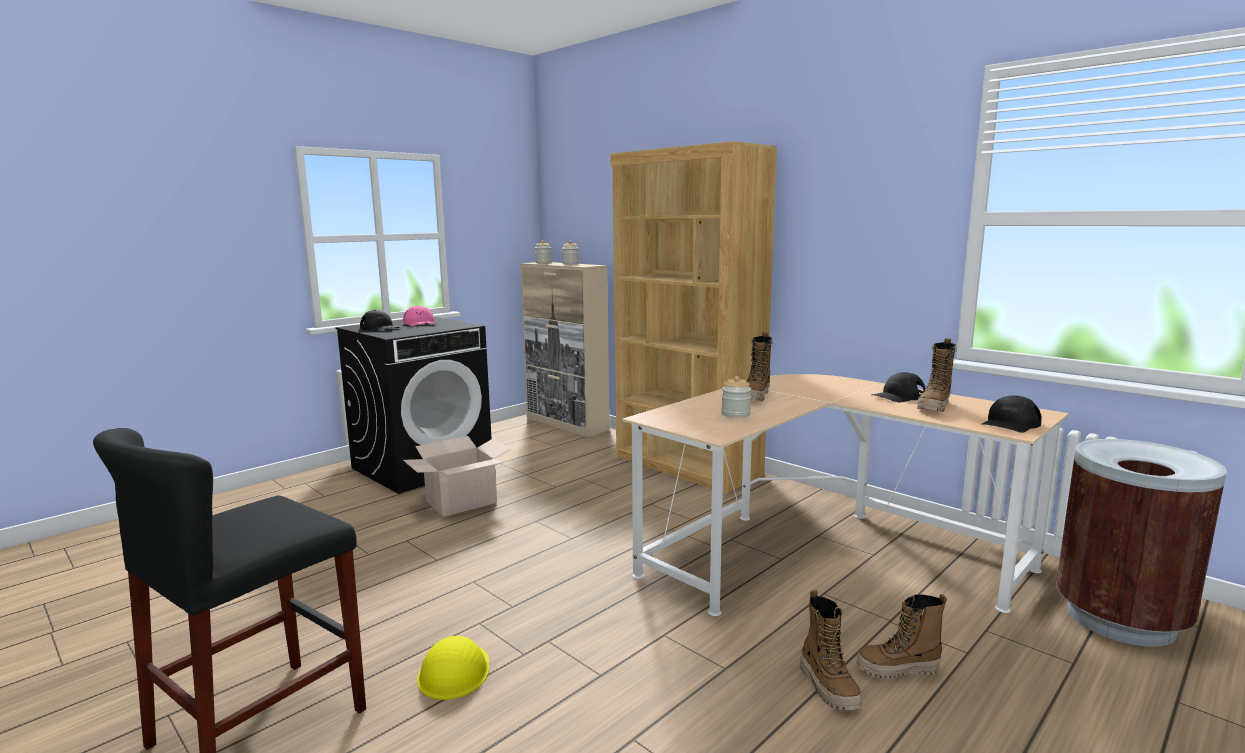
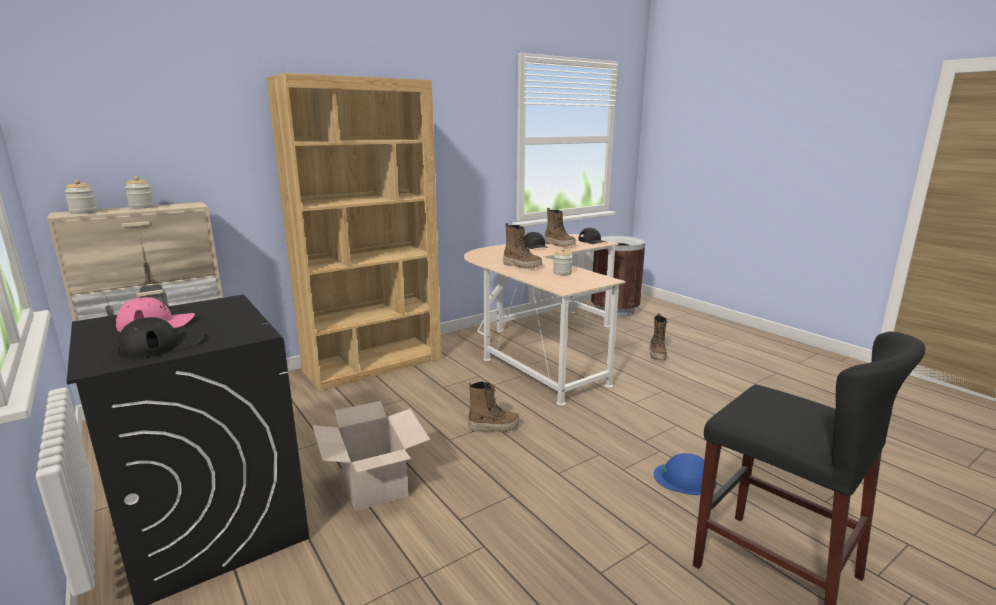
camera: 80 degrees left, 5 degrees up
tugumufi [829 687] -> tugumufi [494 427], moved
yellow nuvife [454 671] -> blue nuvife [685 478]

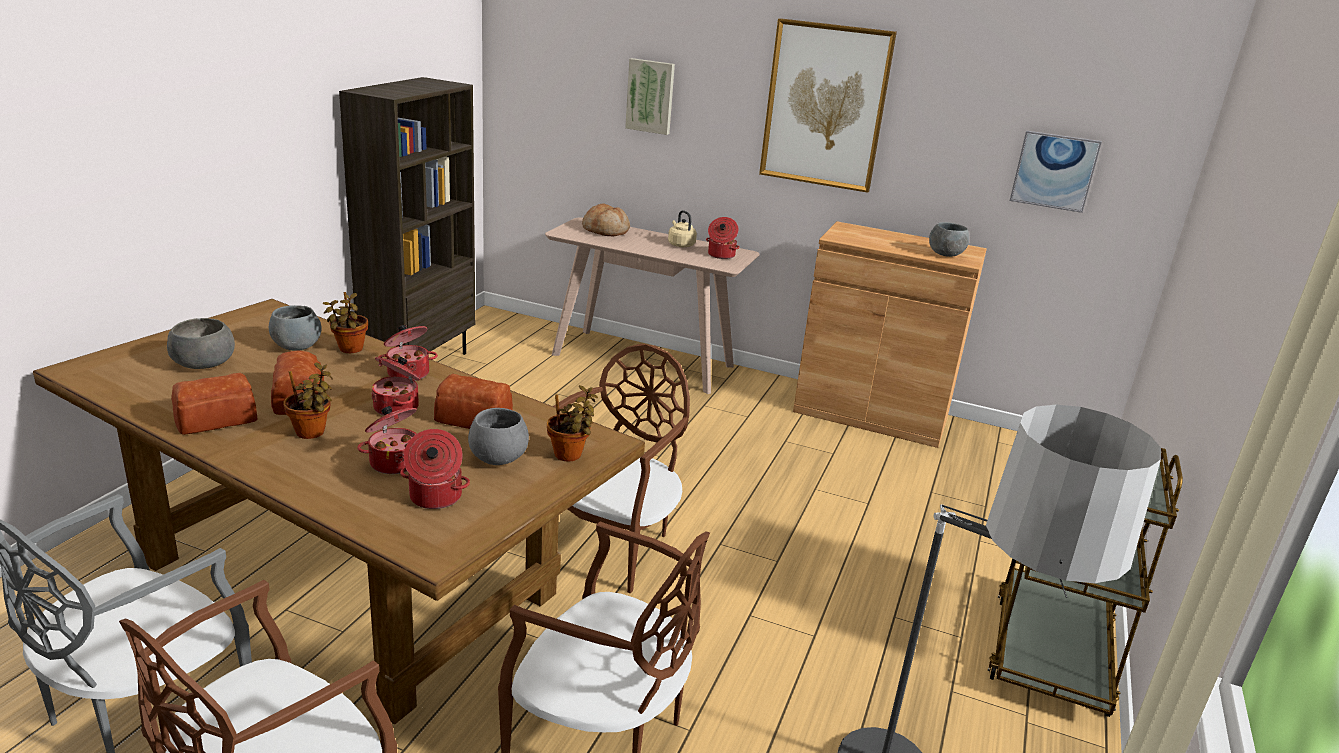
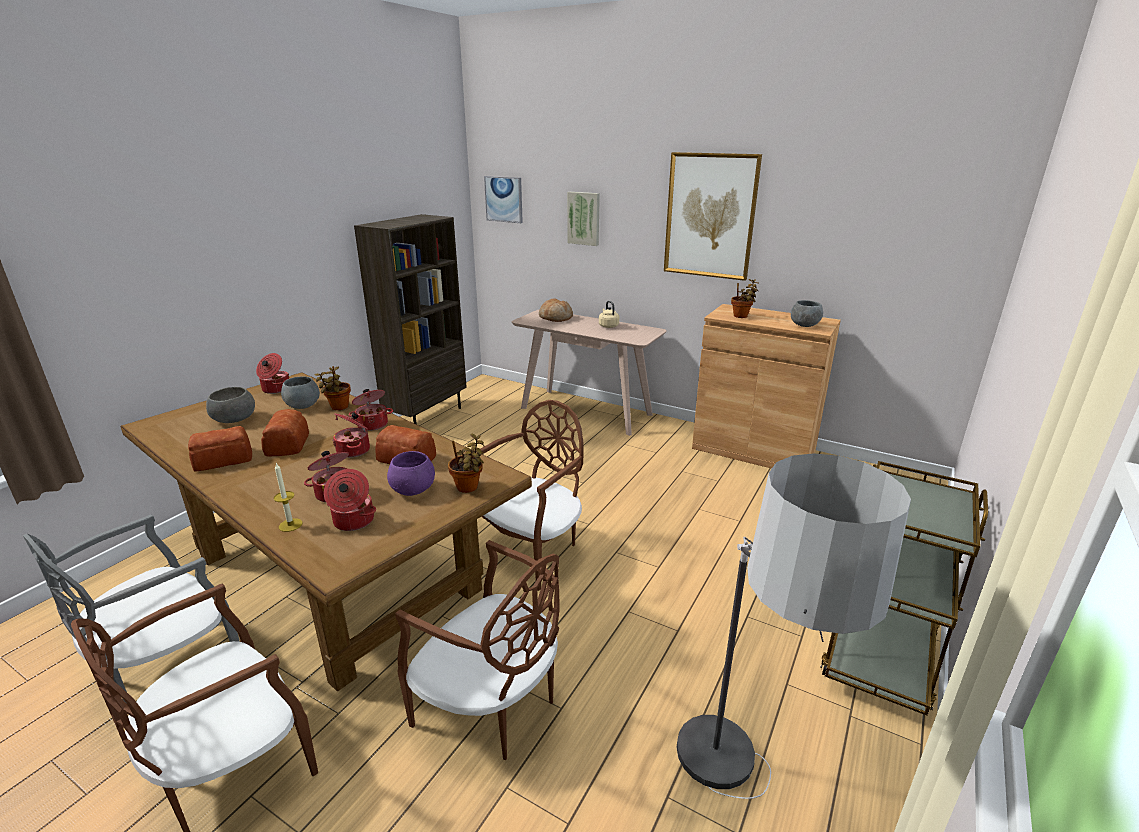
camera: 10 degrees right, 0 degrees up
none -> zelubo [290 525]
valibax [312 433] -> valibax [742 316], moved
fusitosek [720 255] -> fusitosek [275 389], moved
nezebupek [1054 171] -> nezebupek [504 199], moved
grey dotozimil [499 458] -> purple dotozimil [413 490]

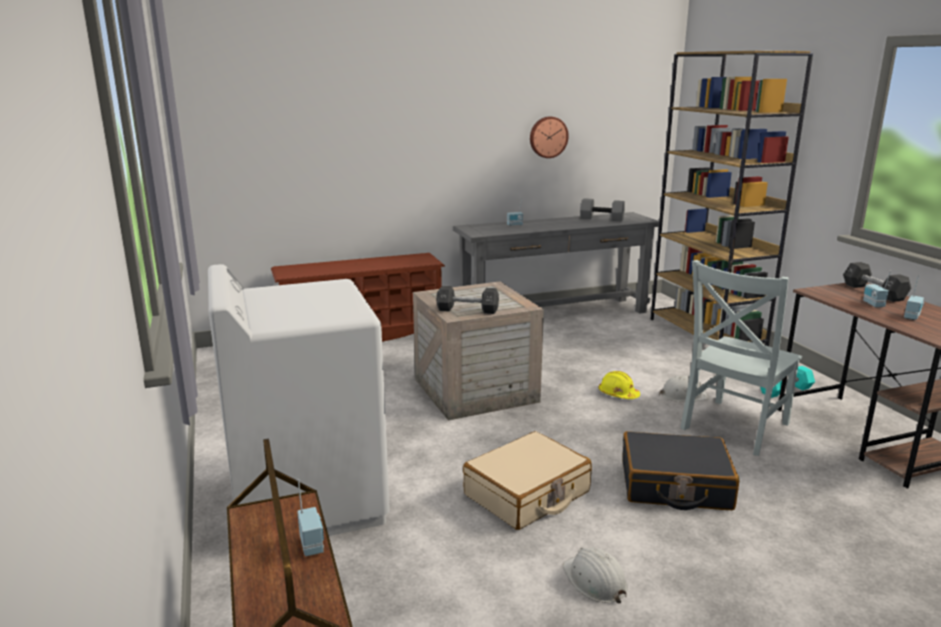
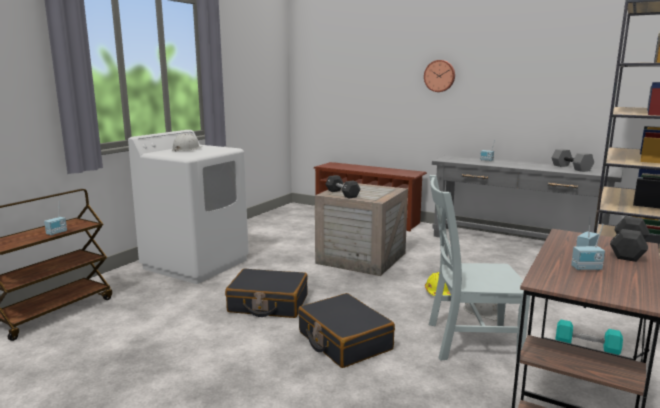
camera: 50 degrees right, 5 degrees down
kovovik [548 137] -> kovovik [439 76], moved
white nuvife [594 580] -> white nuvife [187 149], moved
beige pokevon [527 494] -> black pokevon [268 304]

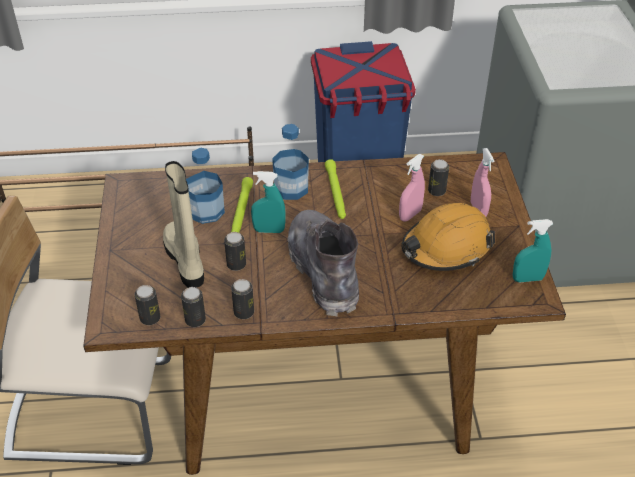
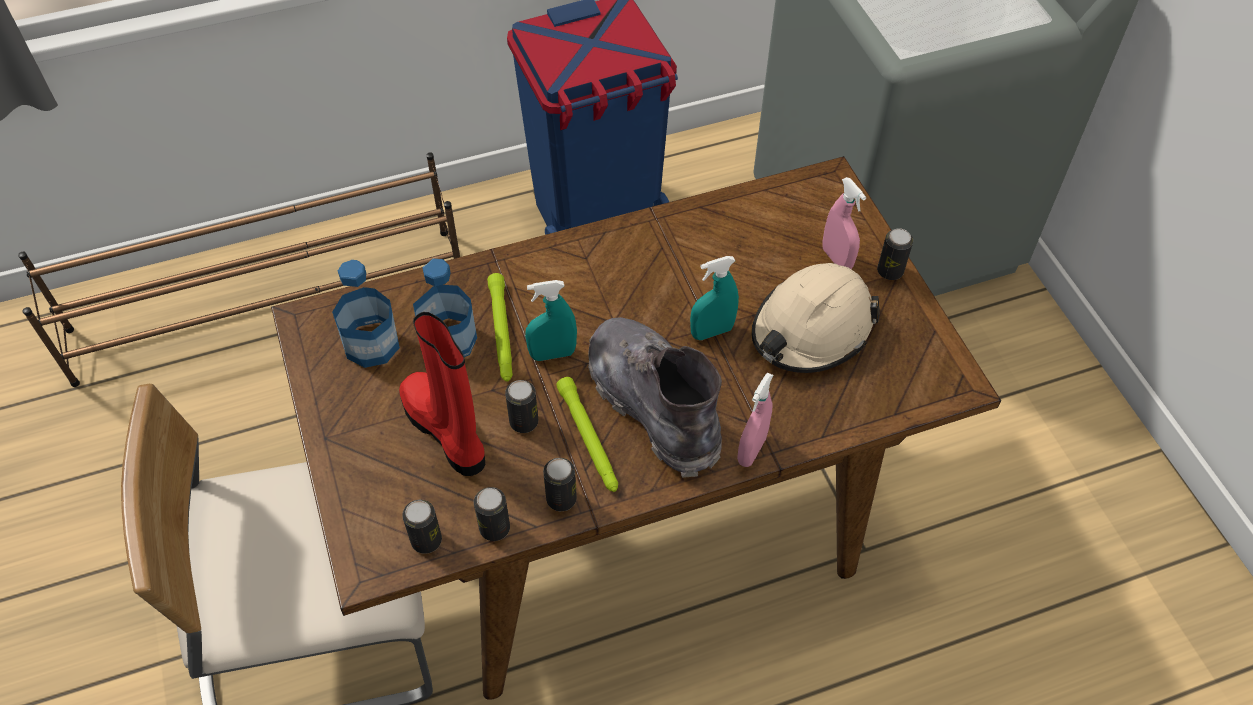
camera: 15 degrees left, 10 degrees up
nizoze [291 188] -> nizoze [372 344], moved
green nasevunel [336 193] -> green nasevunel [589 439], moved
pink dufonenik [410 215] -> pink dufonenik [751 450], moved
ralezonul [436 191] -> ralezonul [890 271], moved
turquoise dufonenik [527 279] -> turquoise dufonenik [712 332], moved
beige tugumufi [186 260] -> red tugumufi [447 431]
orange nuvife [446 247] -> beige nuvife [811 329]

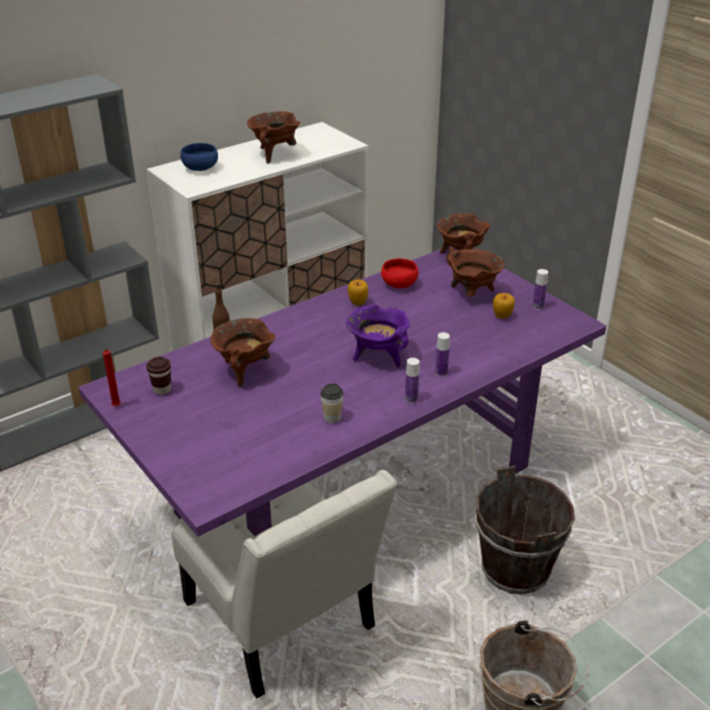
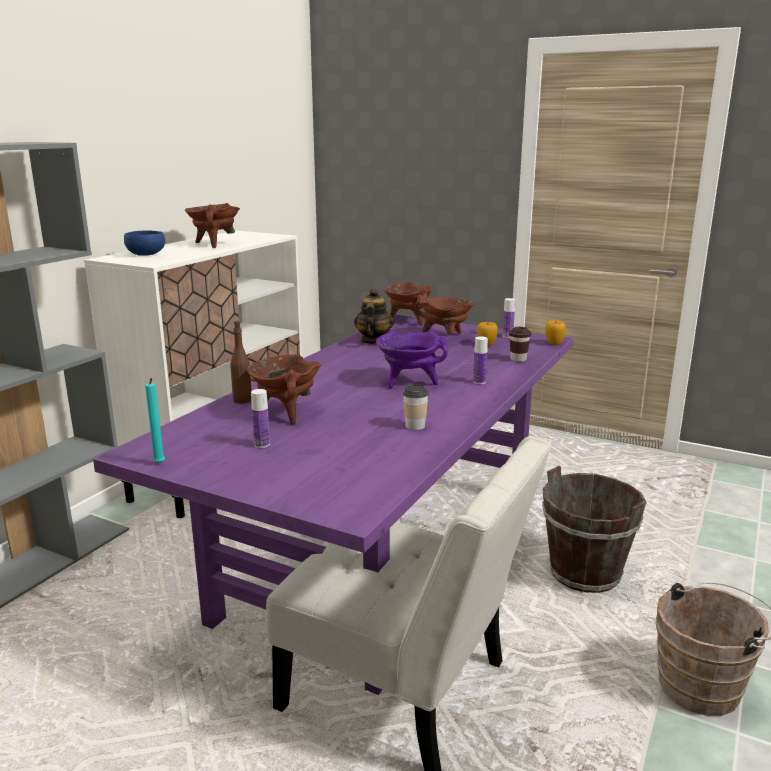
camera: 25 degrees left, 15 degrees down
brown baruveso [162 390] -> brown baruveso [518 359], moved
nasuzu [357 302] -> nasuzu [554 343], moved
nizoze [411 399] -> nizoze [262 444], moved
red dotozimil [398 284] -> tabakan [373 341]
red zelubo [116 407] -> turquoise zelubo [159 464]

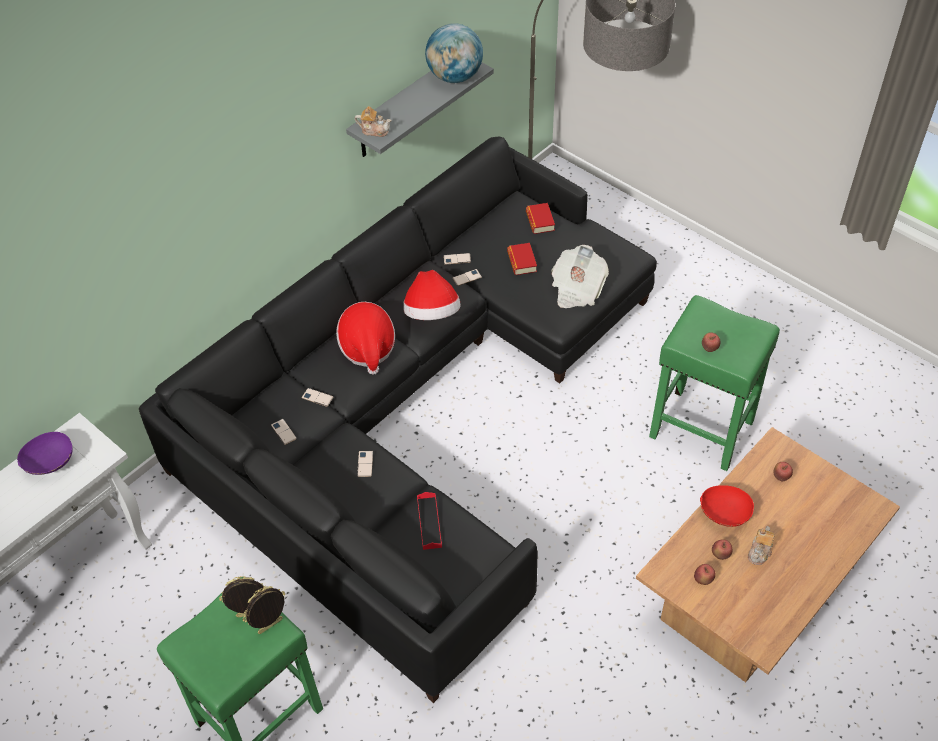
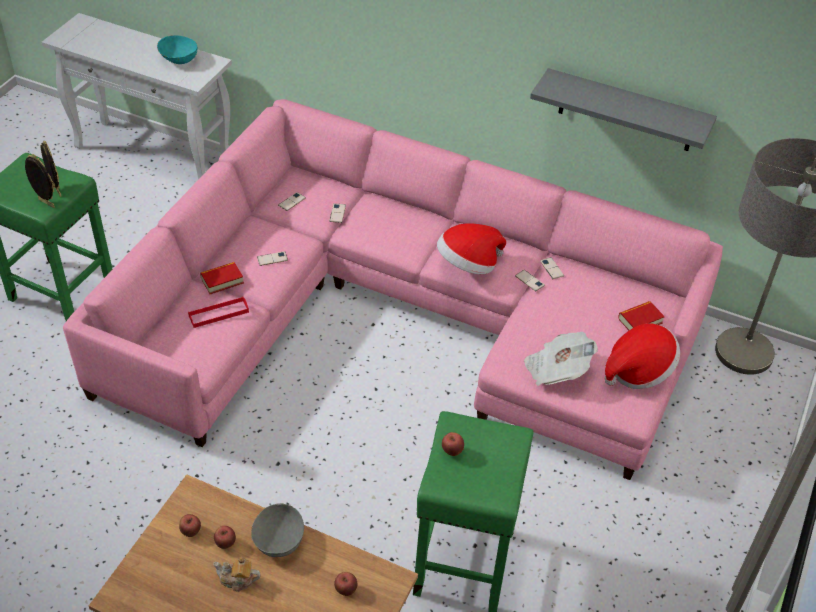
camera: 70 degrees right, 5 degrees down
tabakan [374 130] -> none
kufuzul [454 77] -> none
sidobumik [367 348] -> sidobumik [638 370], moved
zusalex [522 262] -> zusalex [222 281], moved
purple dotozimil [50 464] -> turquoise dotozimil [178 60]
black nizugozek [414 408] -> pink nizugozek [401 316]
red dotozimil [724 515] -> grey dotozimil [278 540]

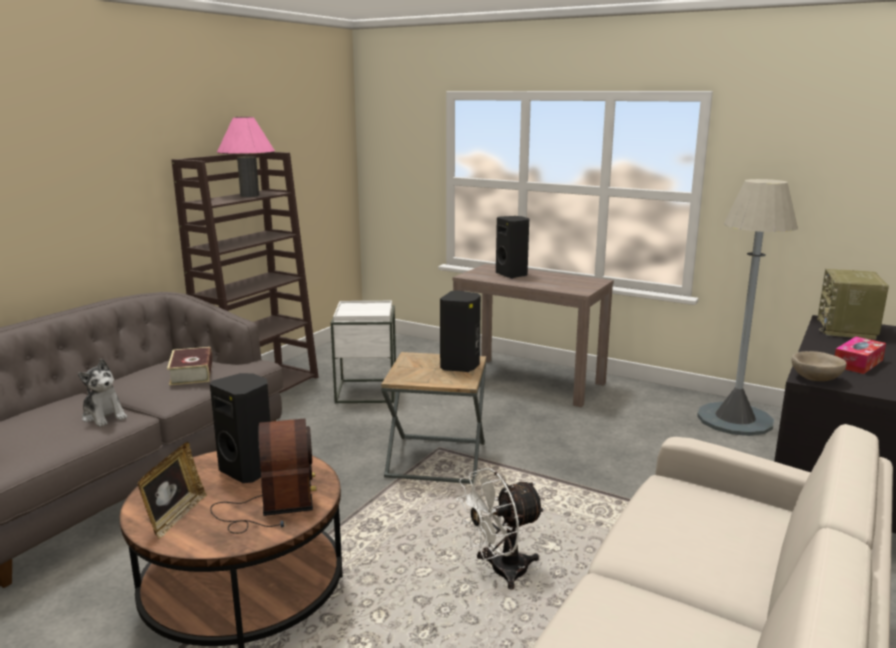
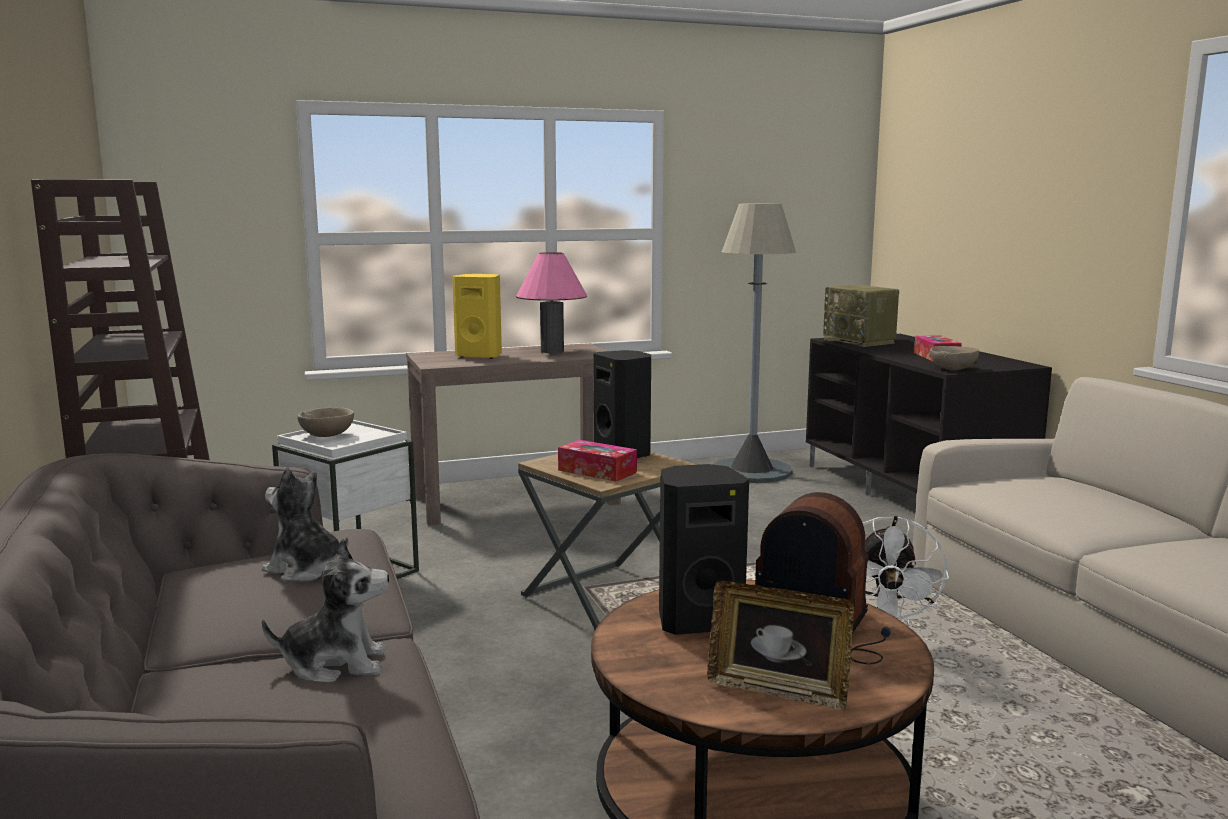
camera: 50 degrees left, 5 degrees down
none -> beige dotozimil [327 435]
none -> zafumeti [597 471]
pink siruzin [249 195] -> pink siruzin [552 351], moved
zusalex [191 373] -> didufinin [306 570]
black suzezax [512 275] -> yellow suzezax [480 356]
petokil [175 516] -> petokil [778 690], 150 degrees clockwise

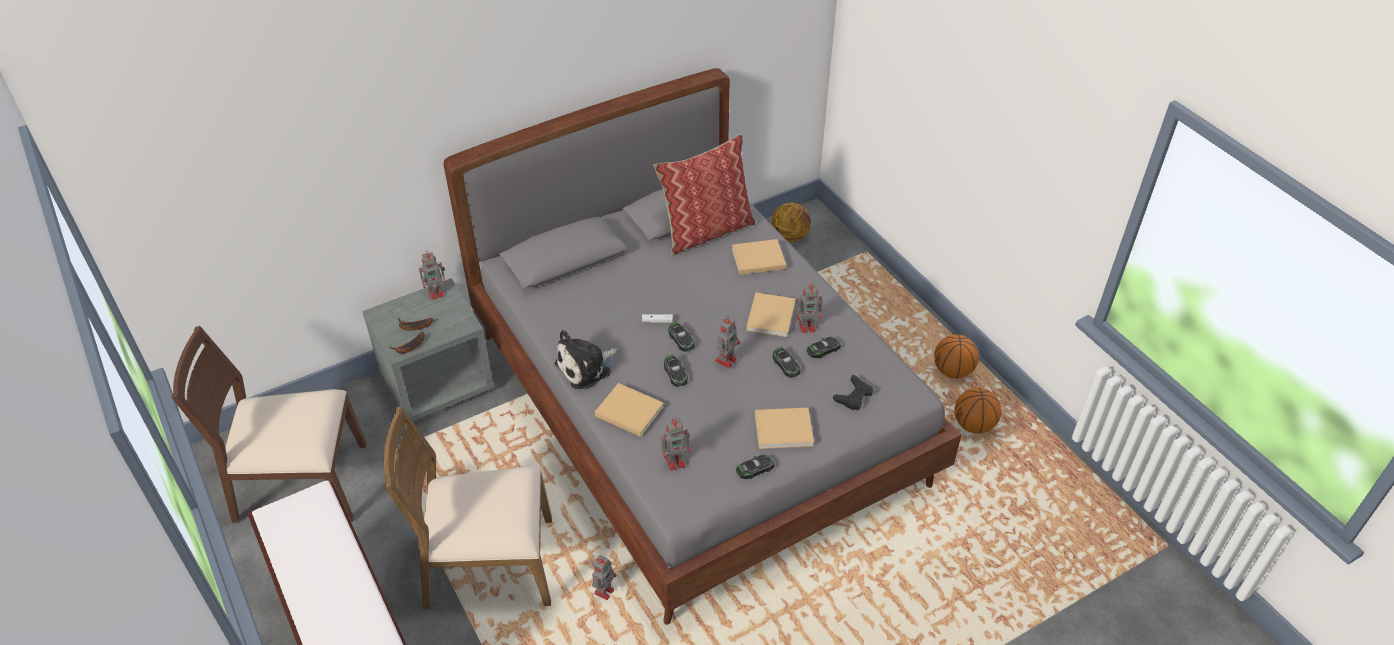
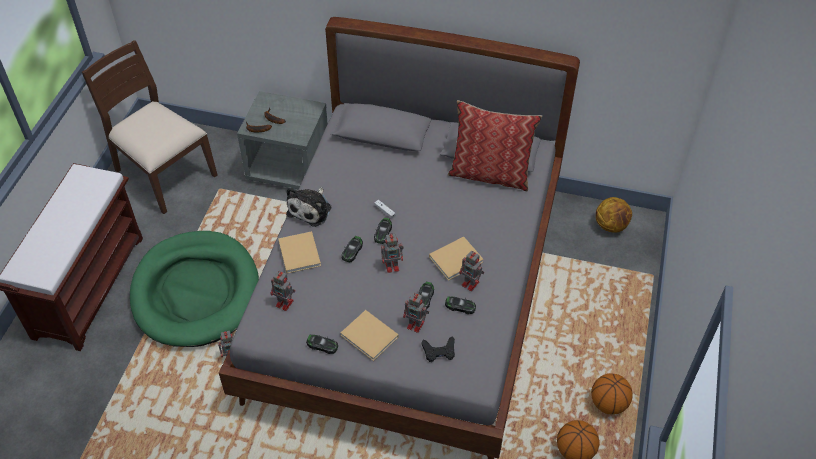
camera: 45 degrees right, 5 degrees up
beige zusalex [756 259] -> none
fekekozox [437 292] -> fekekozox [416 325], moved
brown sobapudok [488 565] -> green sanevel [196 292]
didufinin [586 368] -> didufinin [311 209], 75 degrees counterclockwise

